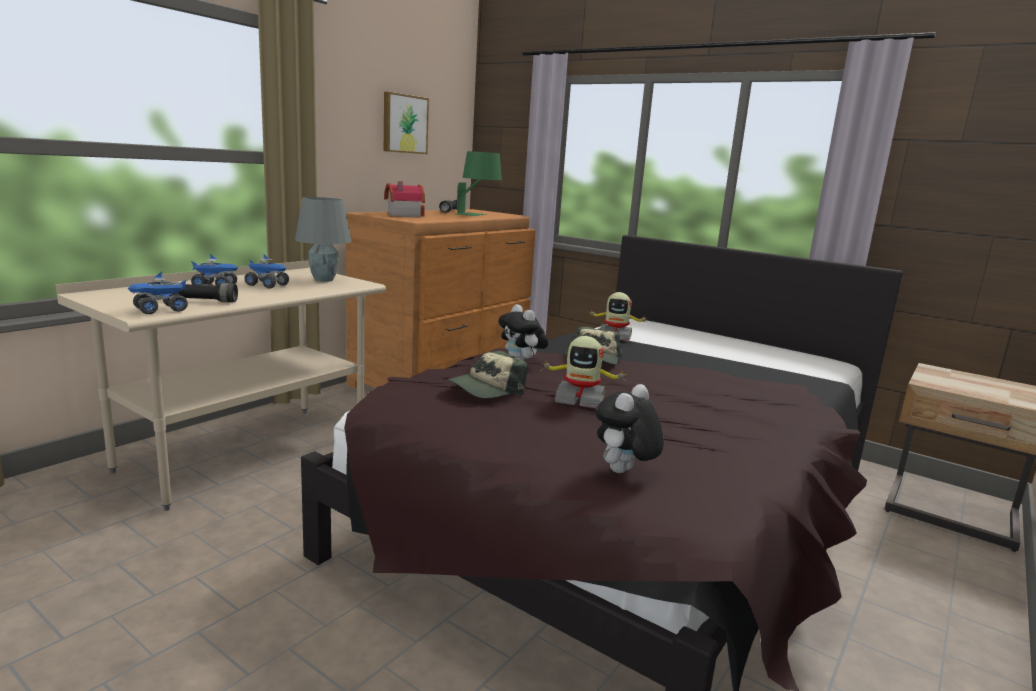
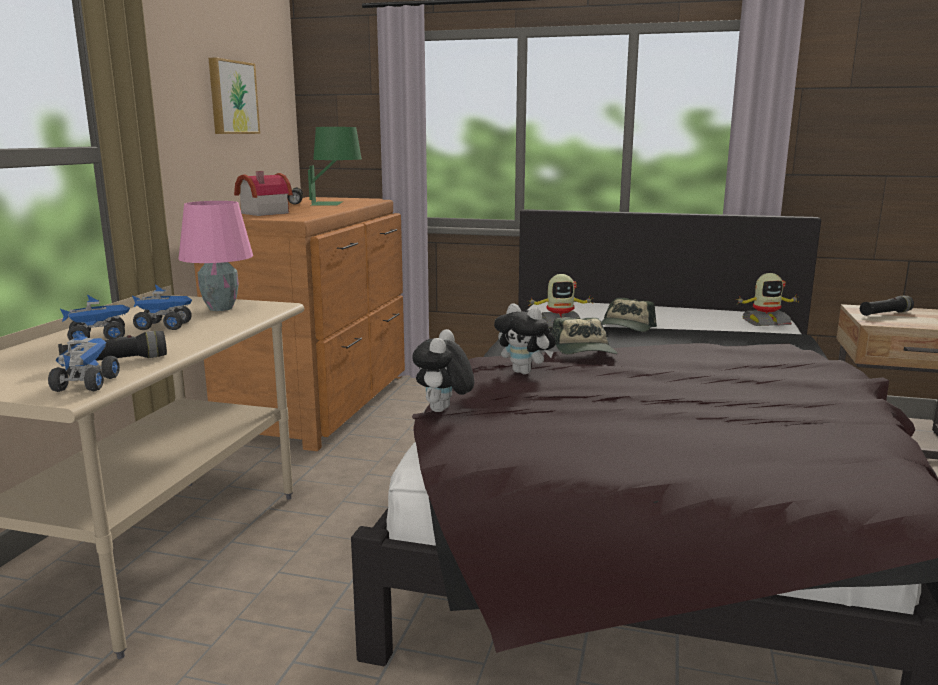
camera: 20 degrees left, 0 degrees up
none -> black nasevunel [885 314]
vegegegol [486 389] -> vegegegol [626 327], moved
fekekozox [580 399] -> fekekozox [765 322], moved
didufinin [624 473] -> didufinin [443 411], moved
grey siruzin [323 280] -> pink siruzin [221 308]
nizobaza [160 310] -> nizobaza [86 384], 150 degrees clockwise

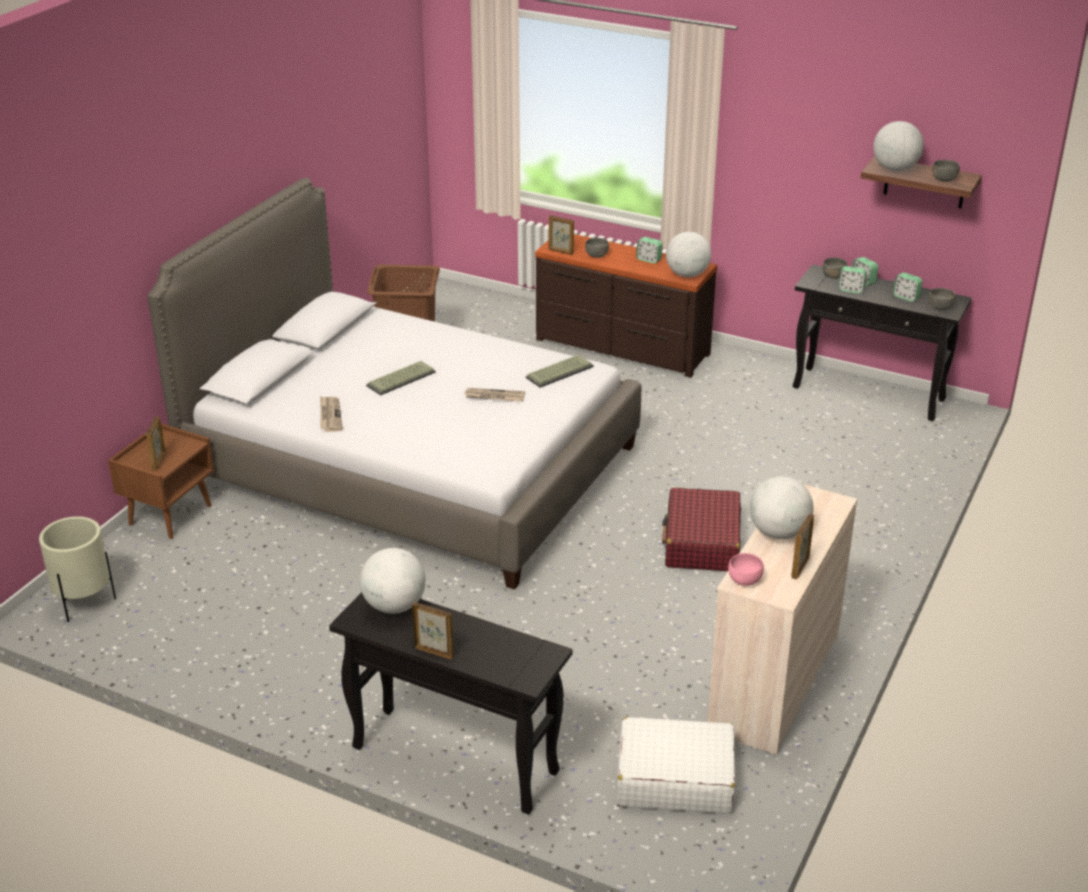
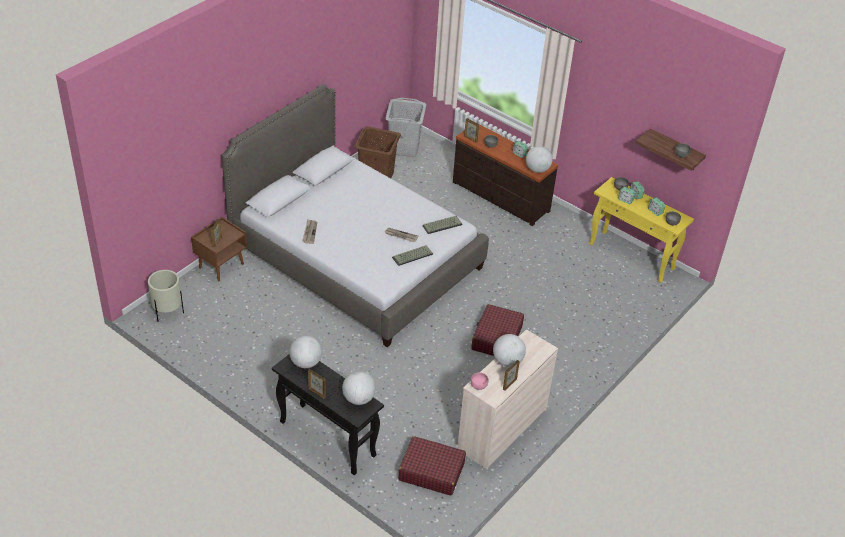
camera: 10 degrees right, 10 degrees up
none -> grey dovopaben [404 148]
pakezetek [401 380] -> pakezetek [412 256], moved
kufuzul [895 169] -> kufuzul [358 399], moved
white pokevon [674 779] -> red pokevon [431 471]
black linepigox [869 394] -> yellow linepigox [632 257]

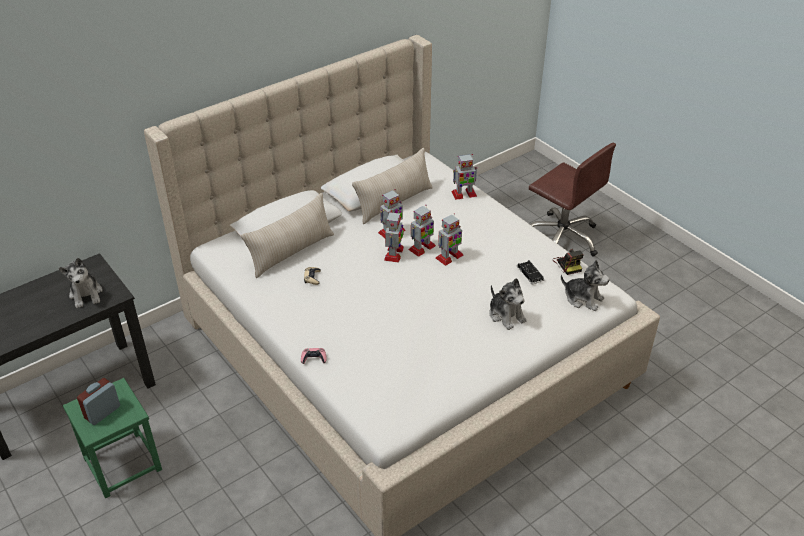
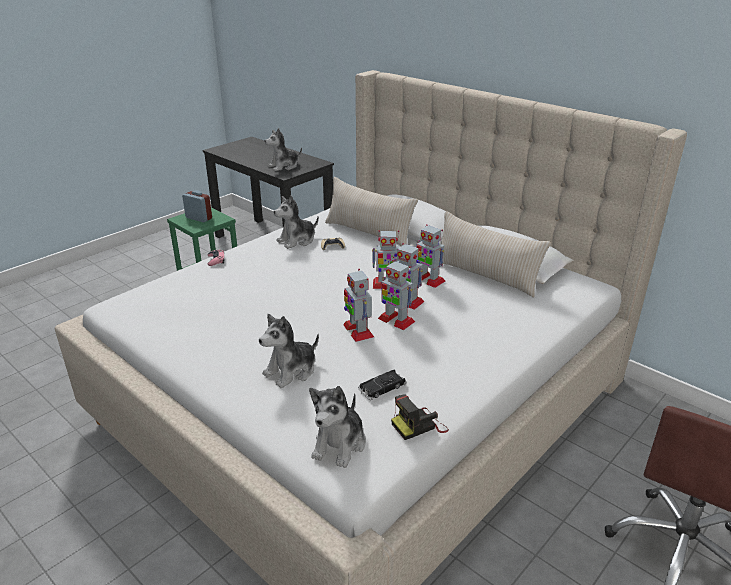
camera: 80 degrees right, 10 degrees down
none -> didufinin [297 240]
fekekozox [464 194] -> fekekozox [358 330], moved

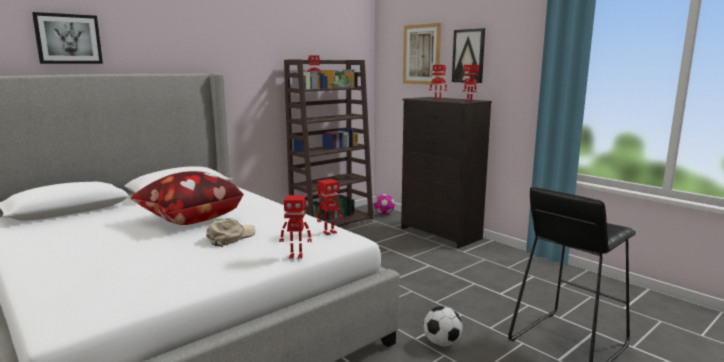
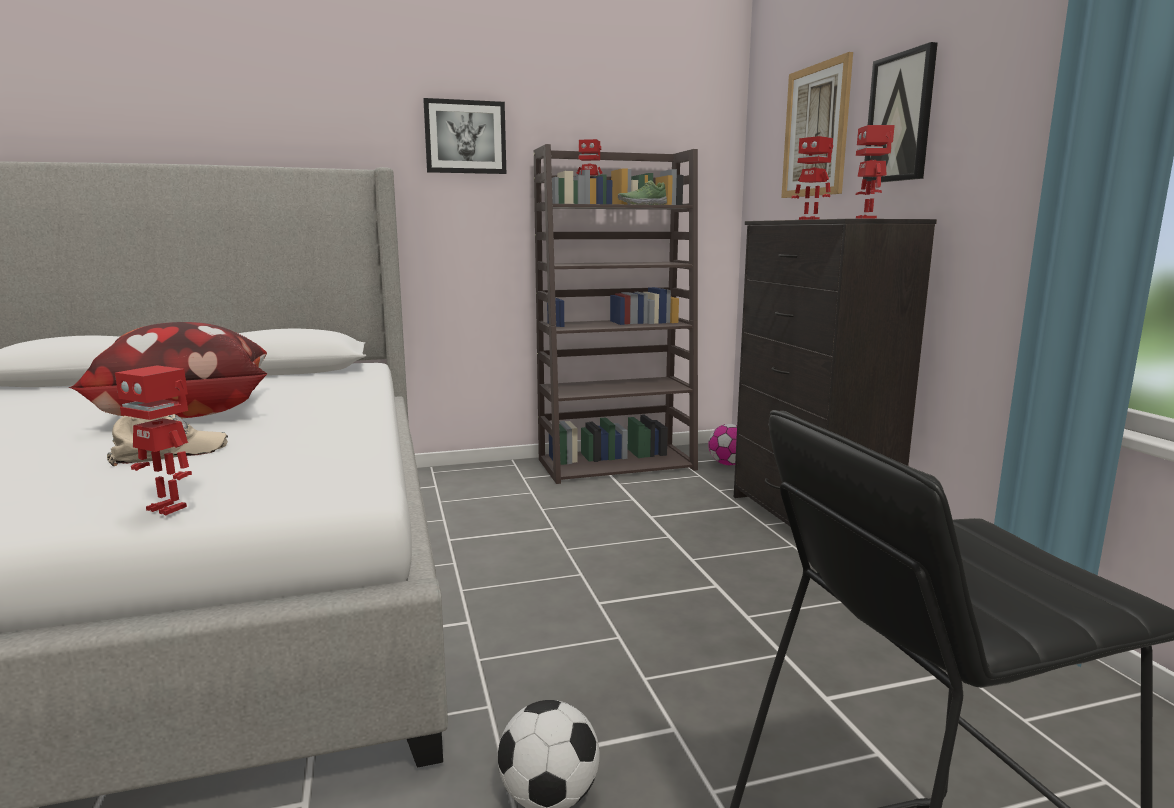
camera: 25 degrees right, 0 degrees up
fekekozox [329 232] -> none
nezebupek [68 39] -> nezebupek [465 137], moved

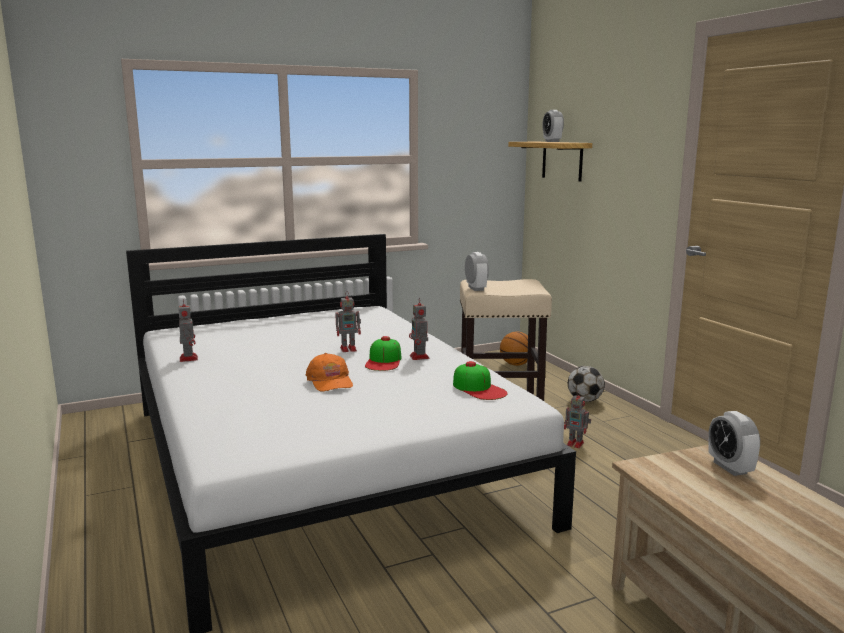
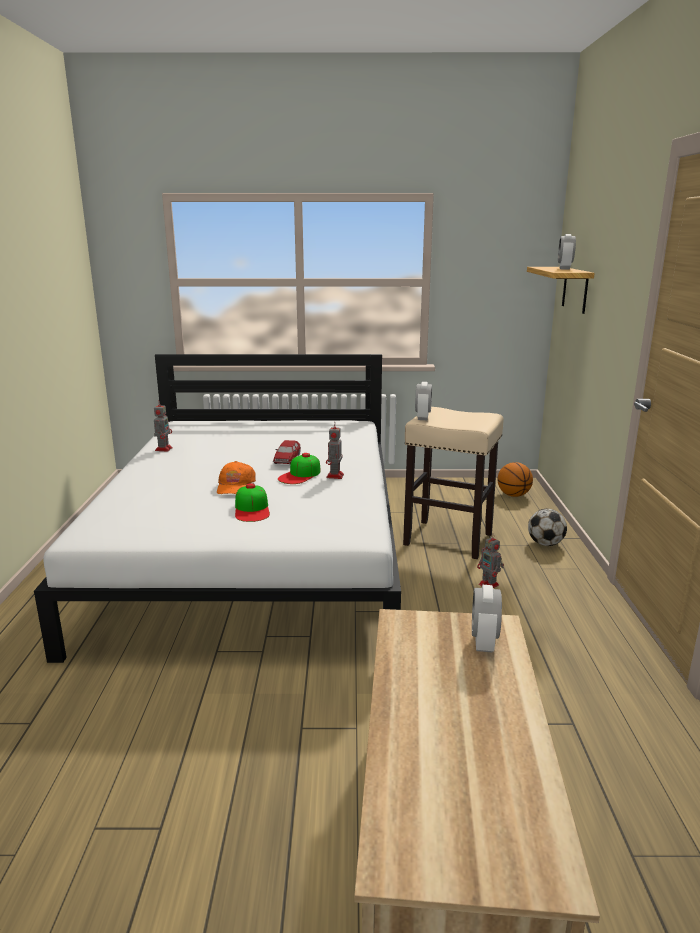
camera: 25 degrees right, 5 degrees up
vegegegol [479 388] -> vegegegol [252 509], moved
fekekozox [349 349] -> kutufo [287 459]

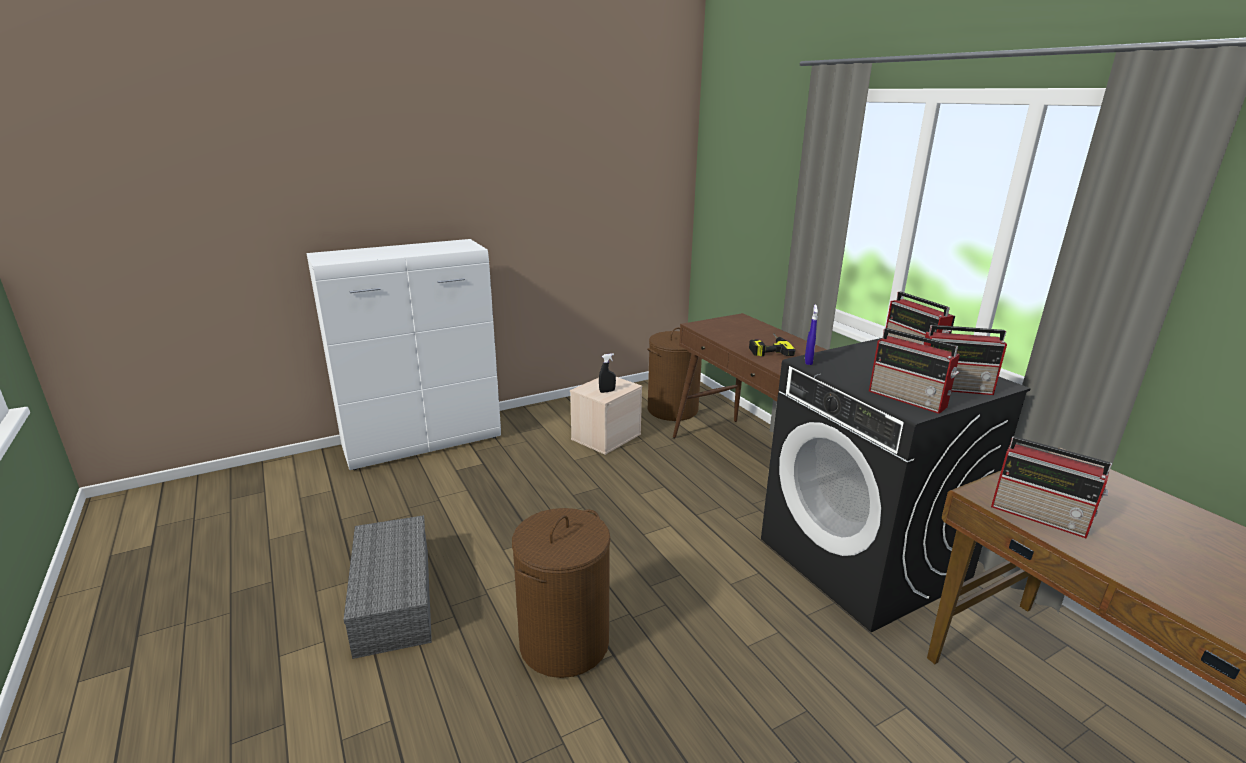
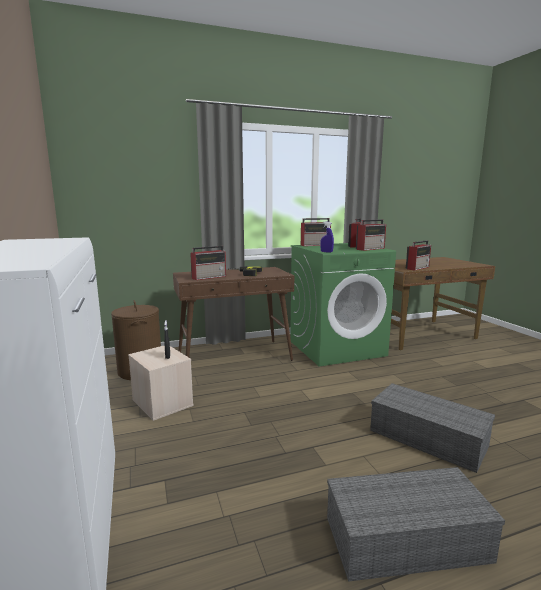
camera: 80 degrees left, 10 degrees down
none -> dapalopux [209 277]
brown dovopaben [564 642] -> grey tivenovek [425 438]
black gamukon [863 560] -> green gamukon [337 348]

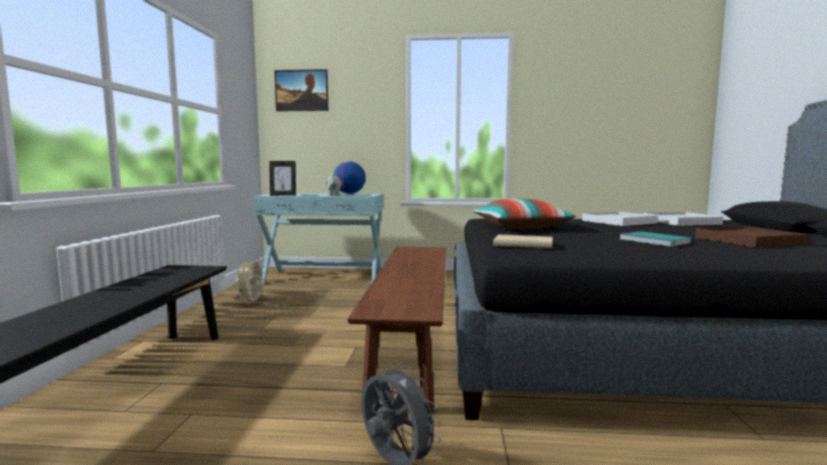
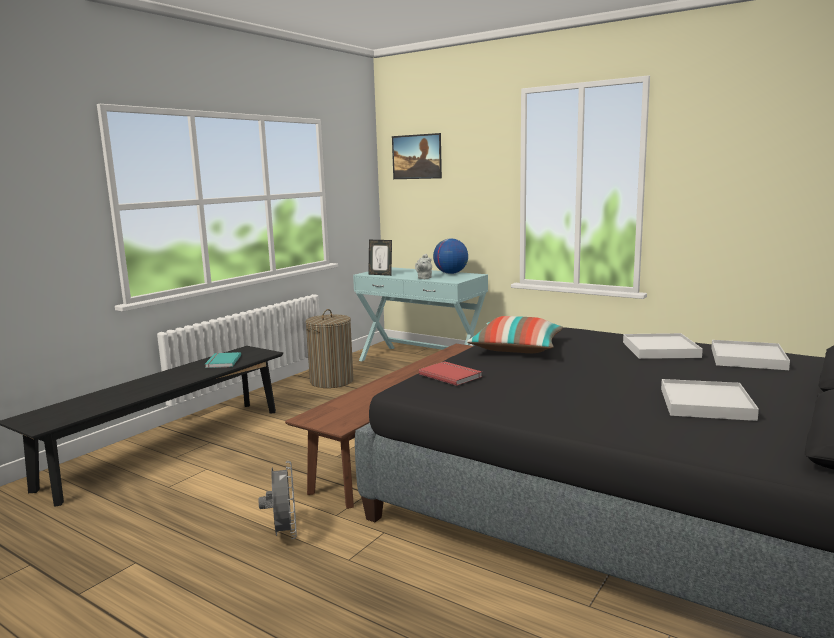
camera: 30 degrees right, 5 degrees up
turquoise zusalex [653 241] -> turquoise zusalex [222 362], moved
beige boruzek [251 303] -> dovopaben [332 381]
beige zusalex [523 243] -> red zusalex [451 375]
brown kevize [748 241] -> white kevize [705 404]

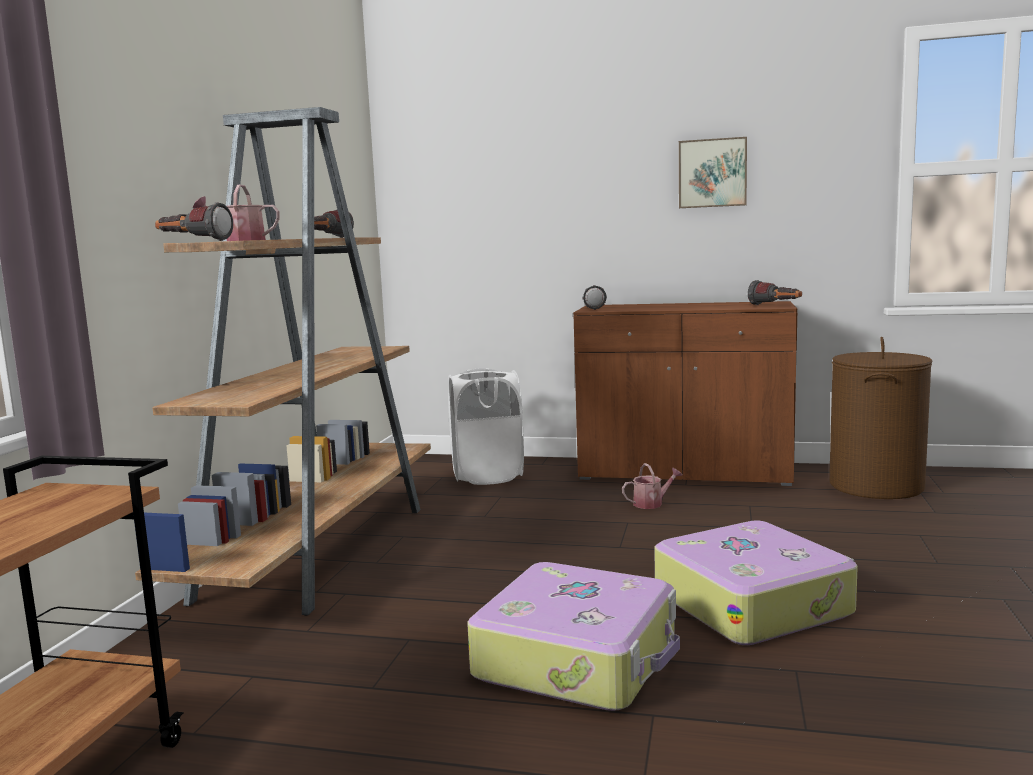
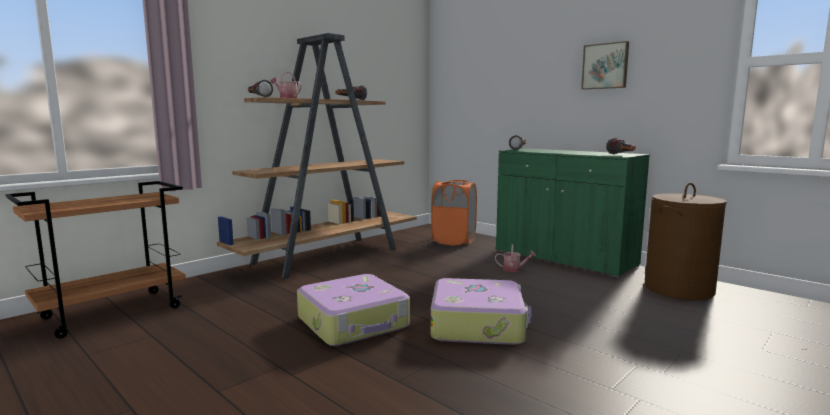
camera: 30 degrees right, 0 degrees up
white dovopaben [487 476] -> orange dovopaben [454 241]
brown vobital [684 472] -> green vobital [564 258]

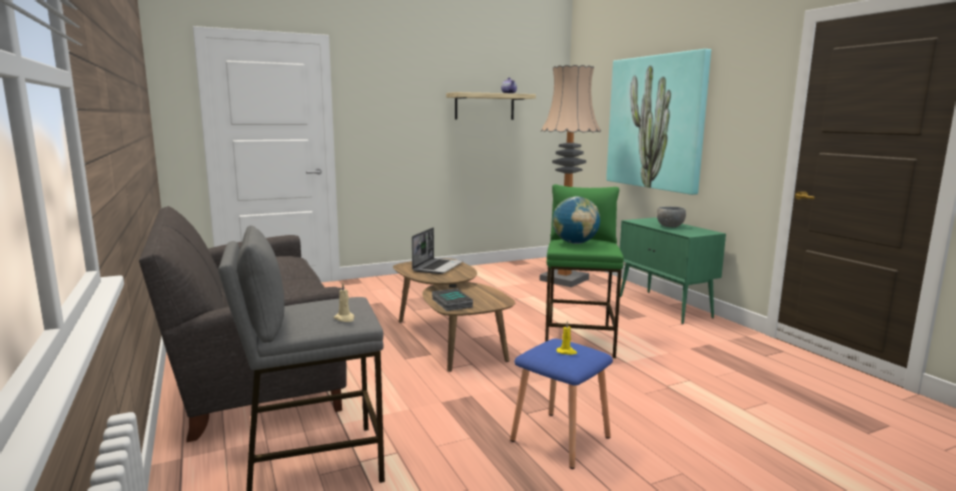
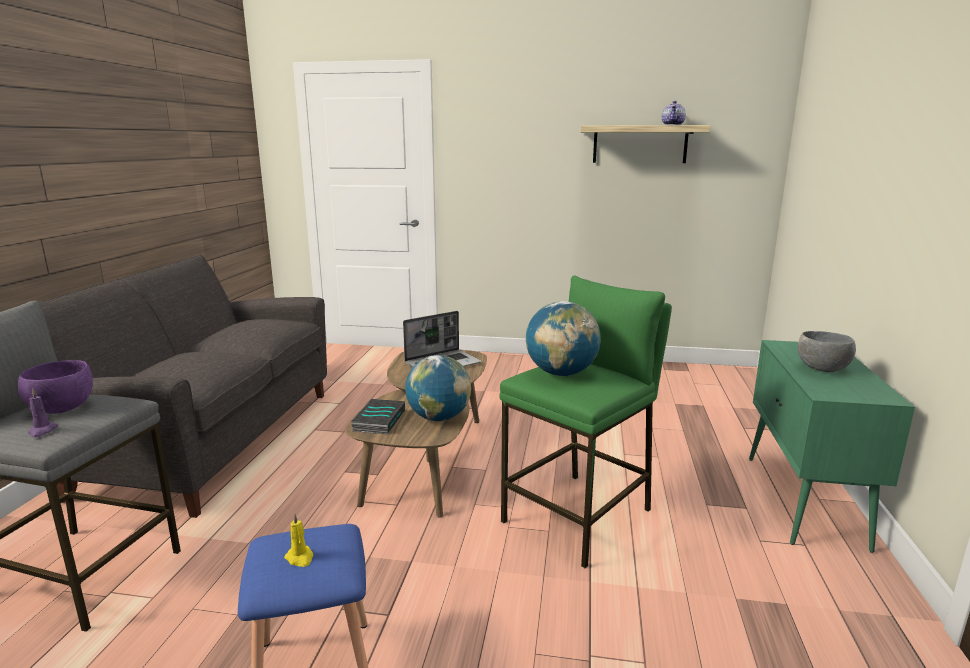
camera: 35 degrees right, 5 degrees up
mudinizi [564 280] -> none
nezebupek [656 122] -> none
none -> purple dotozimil [61 408]
none -> kufuzul [439 418]
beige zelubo [345 318] -> purple zelubo [42 431]

